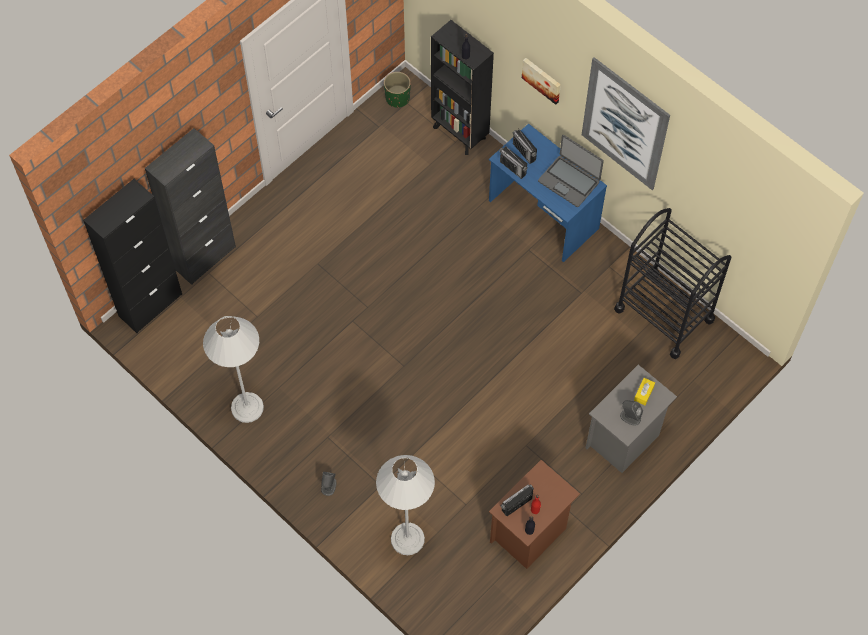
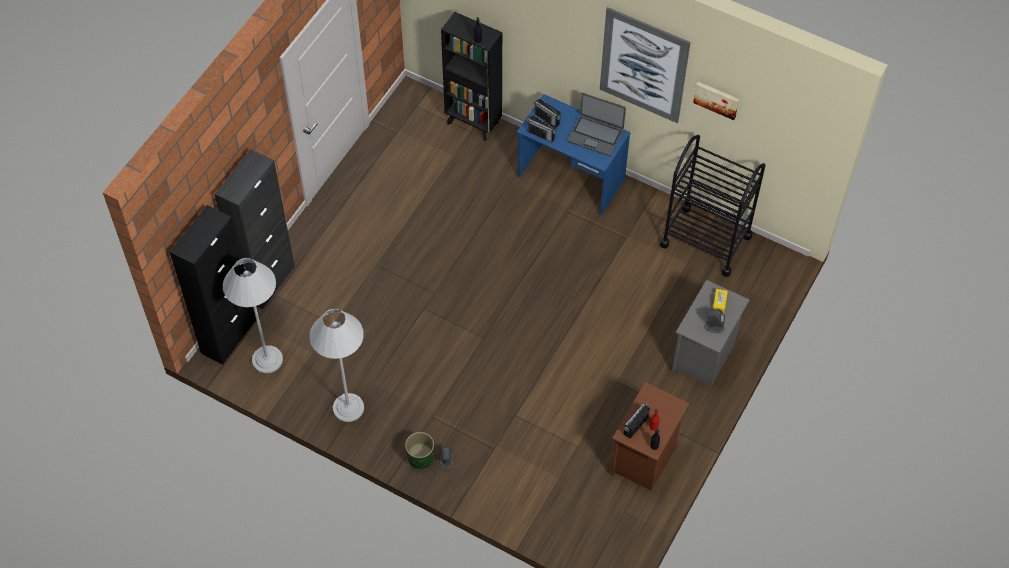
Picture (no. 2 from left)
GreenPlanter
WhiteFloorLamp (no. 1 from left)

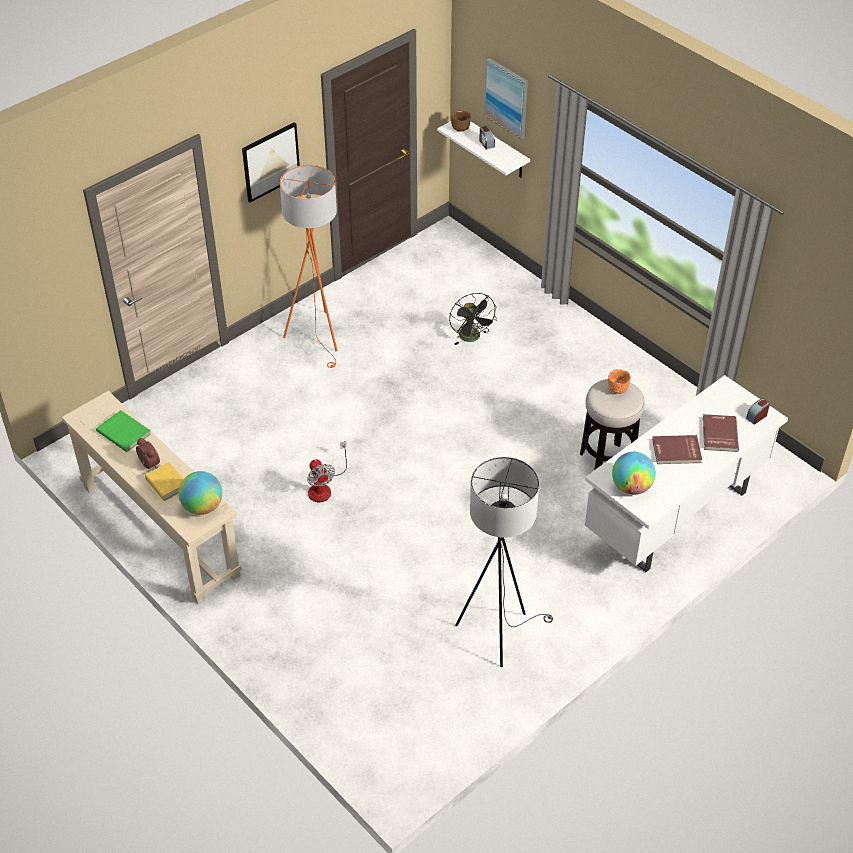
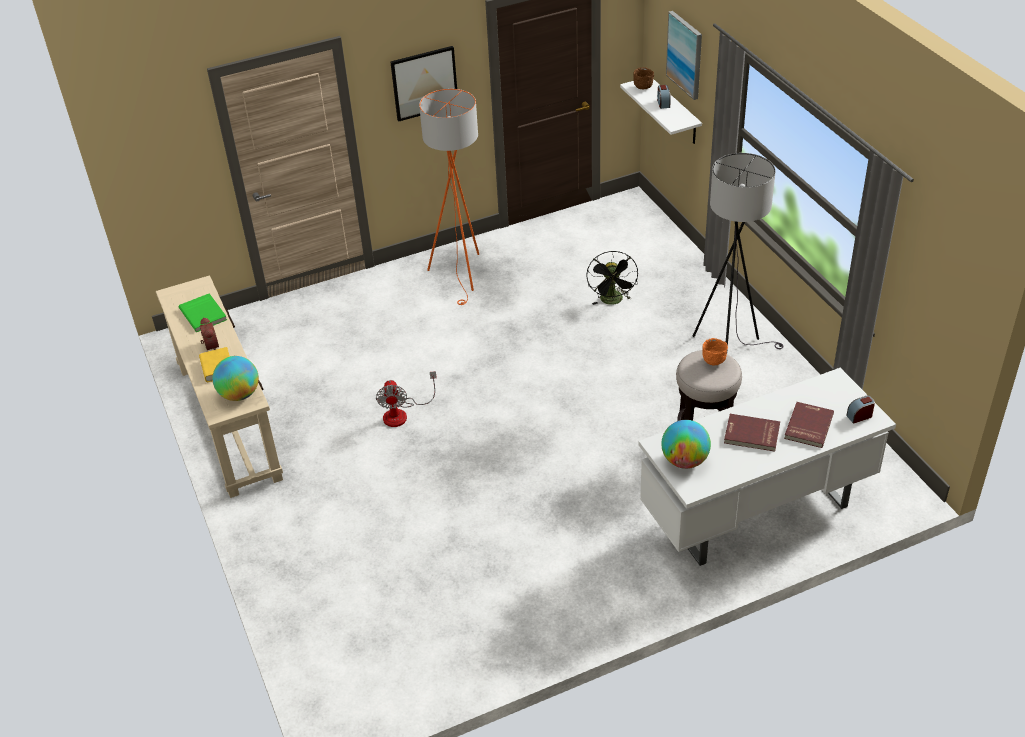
GreyFloorLamp

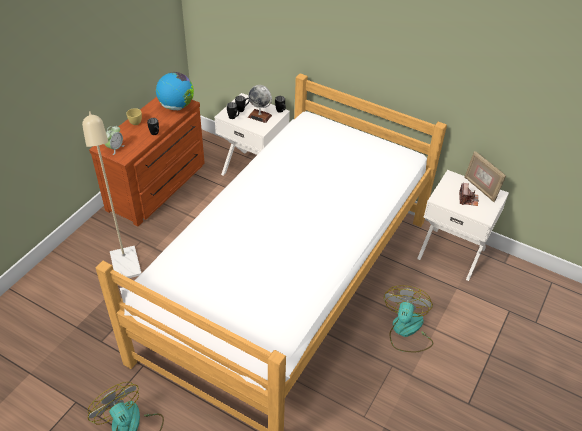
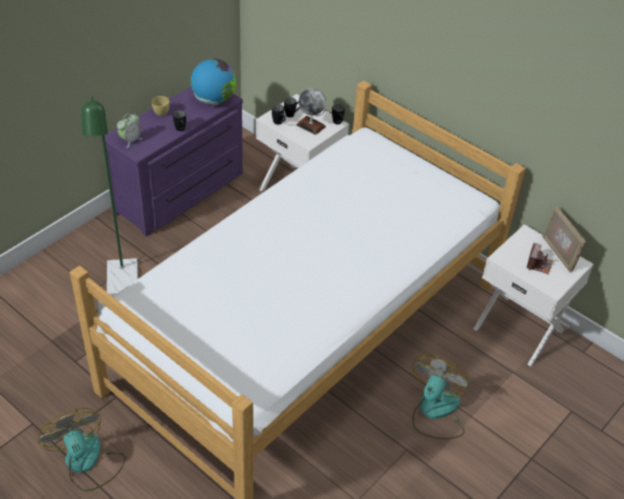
PurpleDresser
GreenFloorLamp

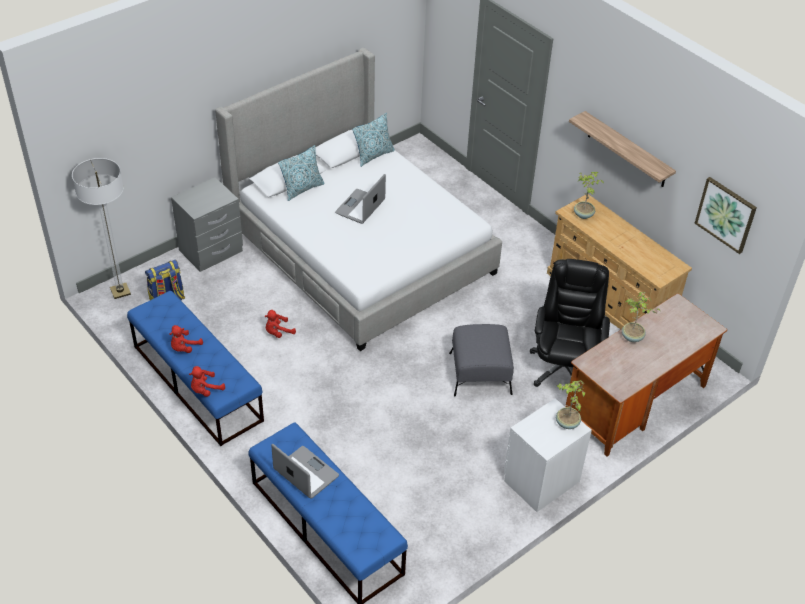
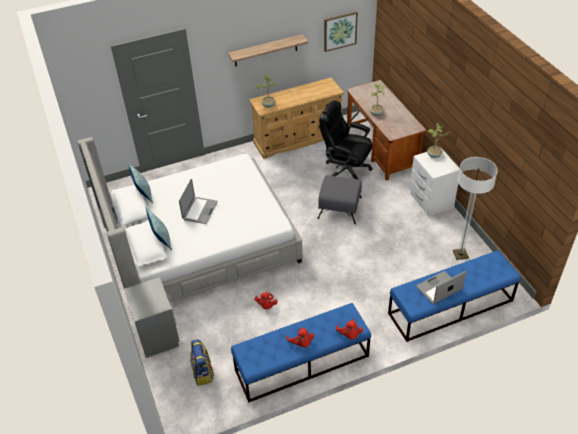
FloorLamp
Laptop (no. 1 from left)

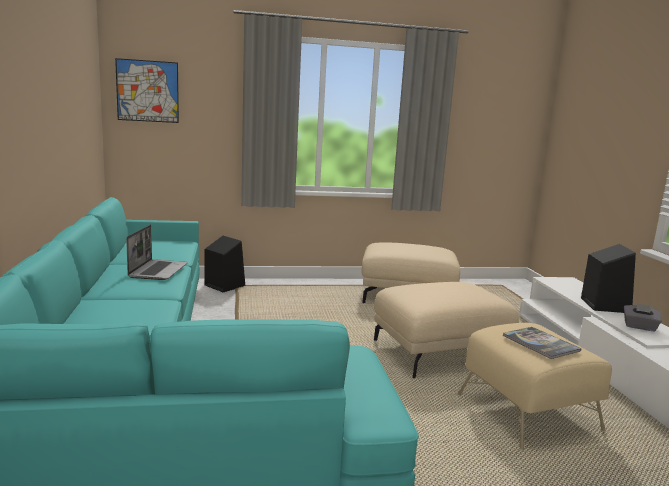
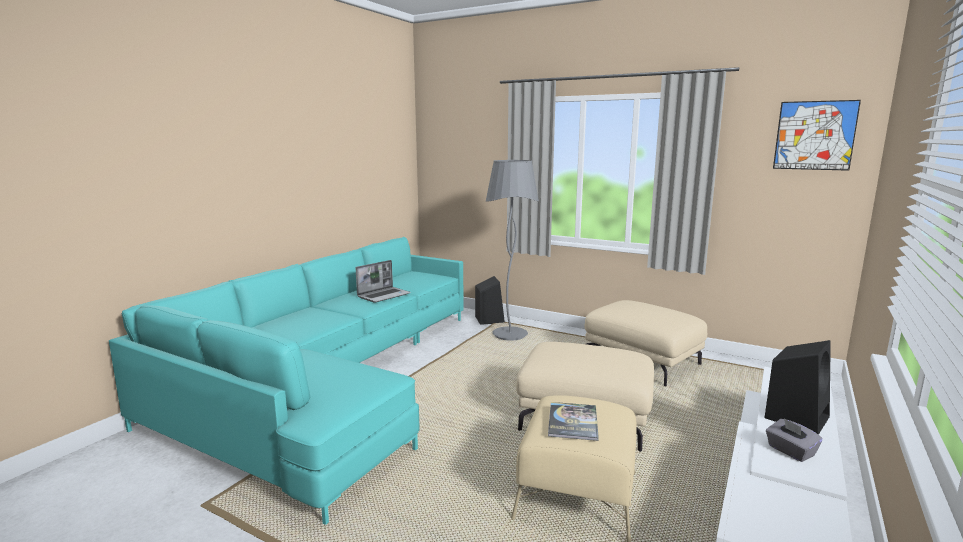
Picture
GreyFloorLamp

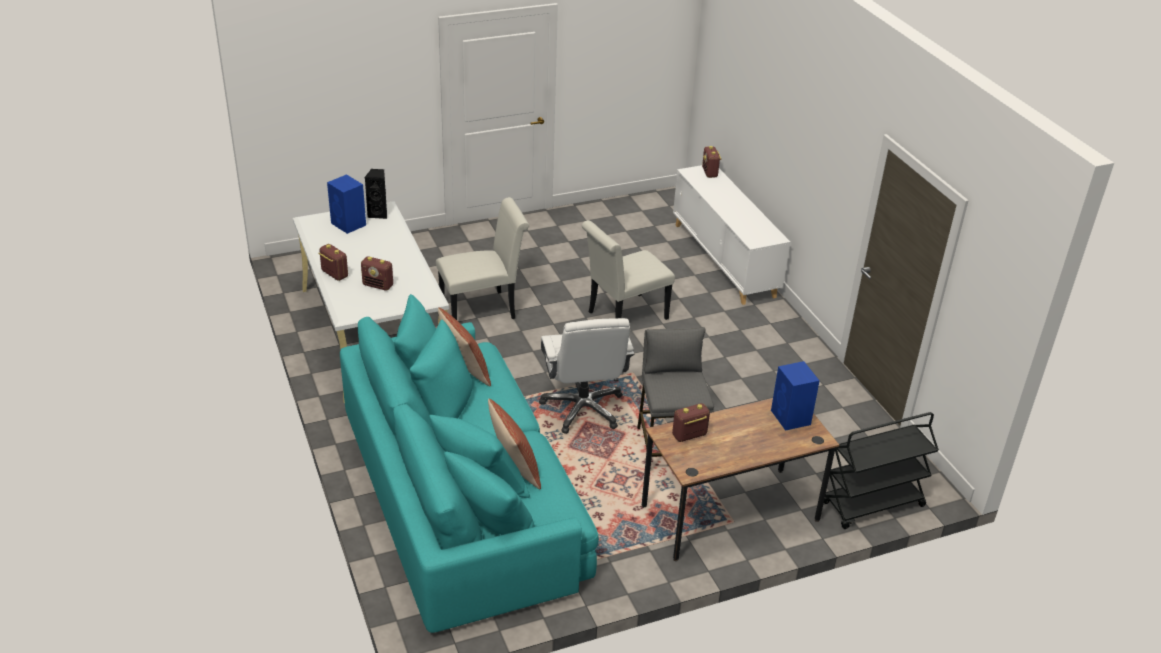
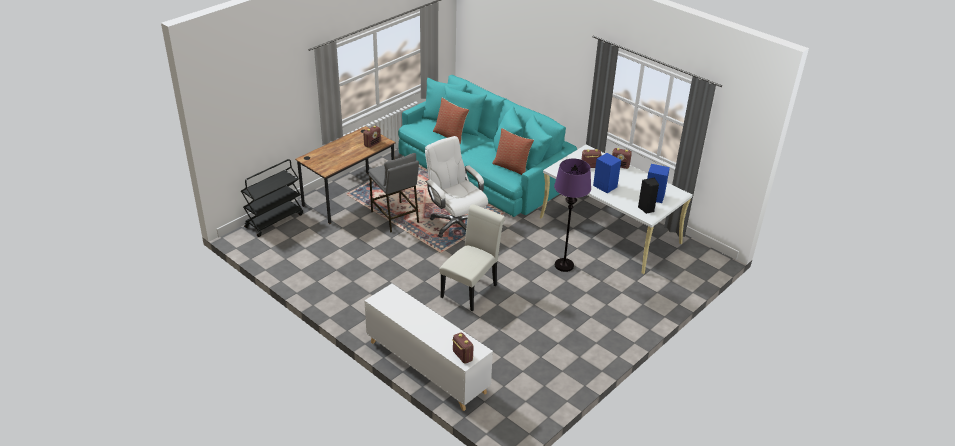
PurpleFloorLamp
BlueSpeaker (no. 1 from left)

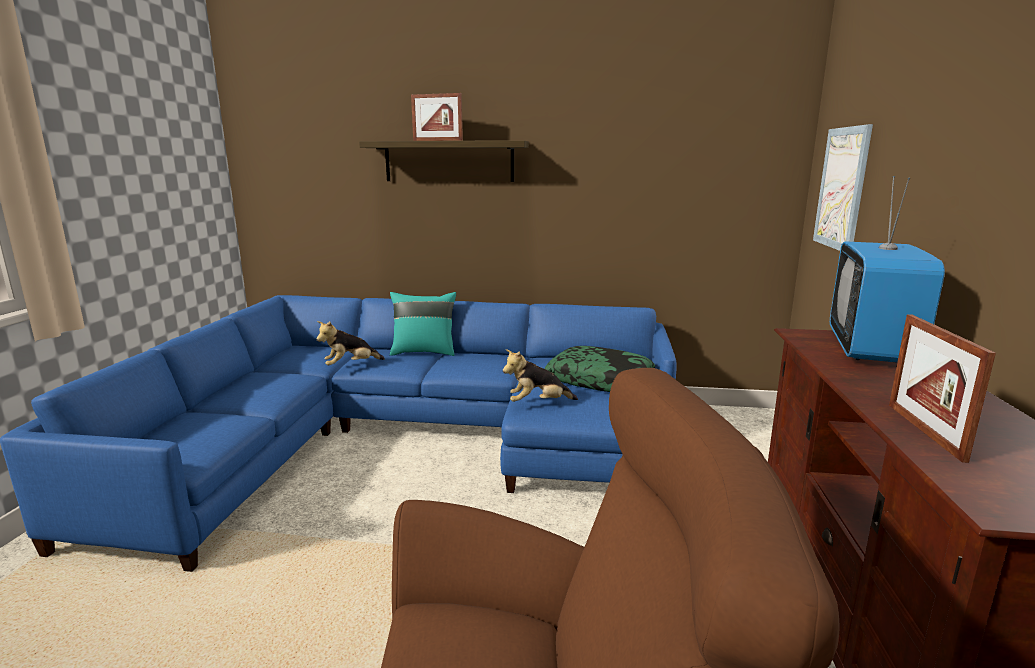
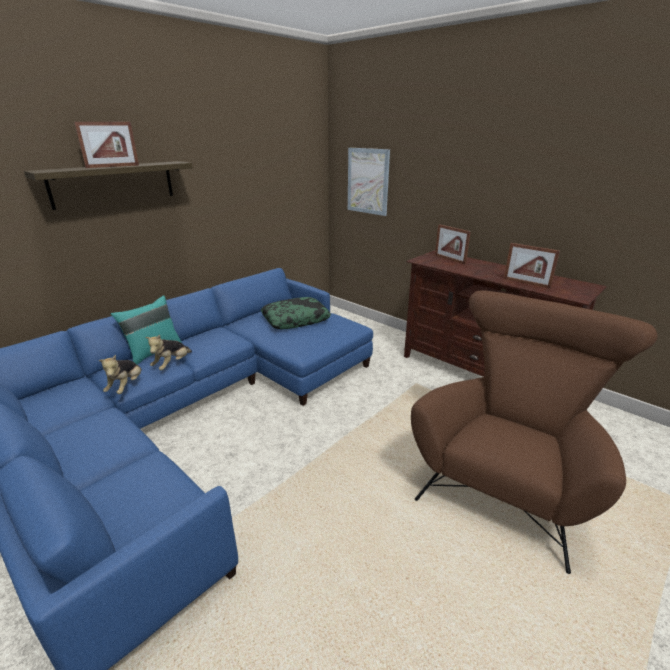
PictureFrame (no. 2 from left)
PlushToy (no. 2 from left)

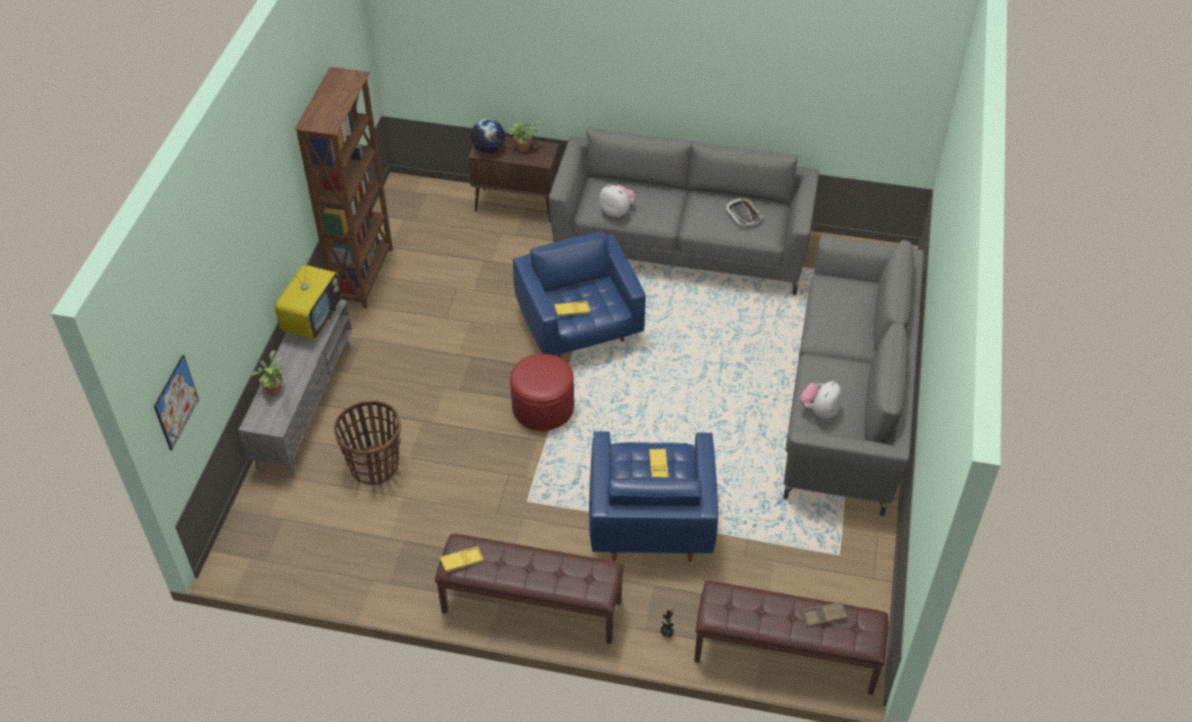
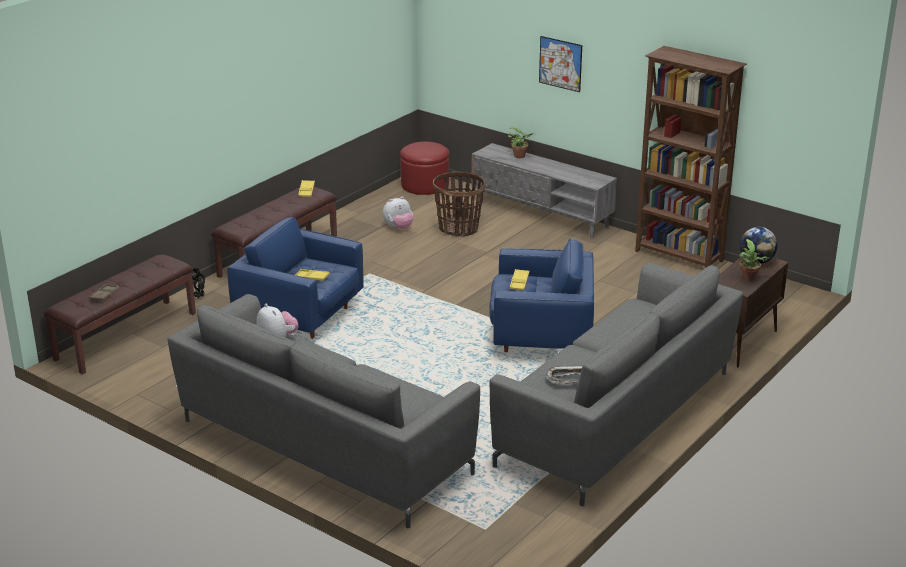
PlushToy (no. 2 from left)
Television
RedOttoman
Picture

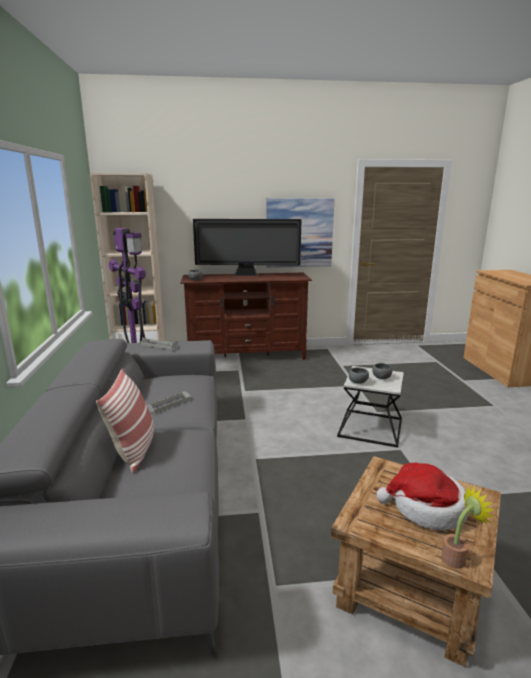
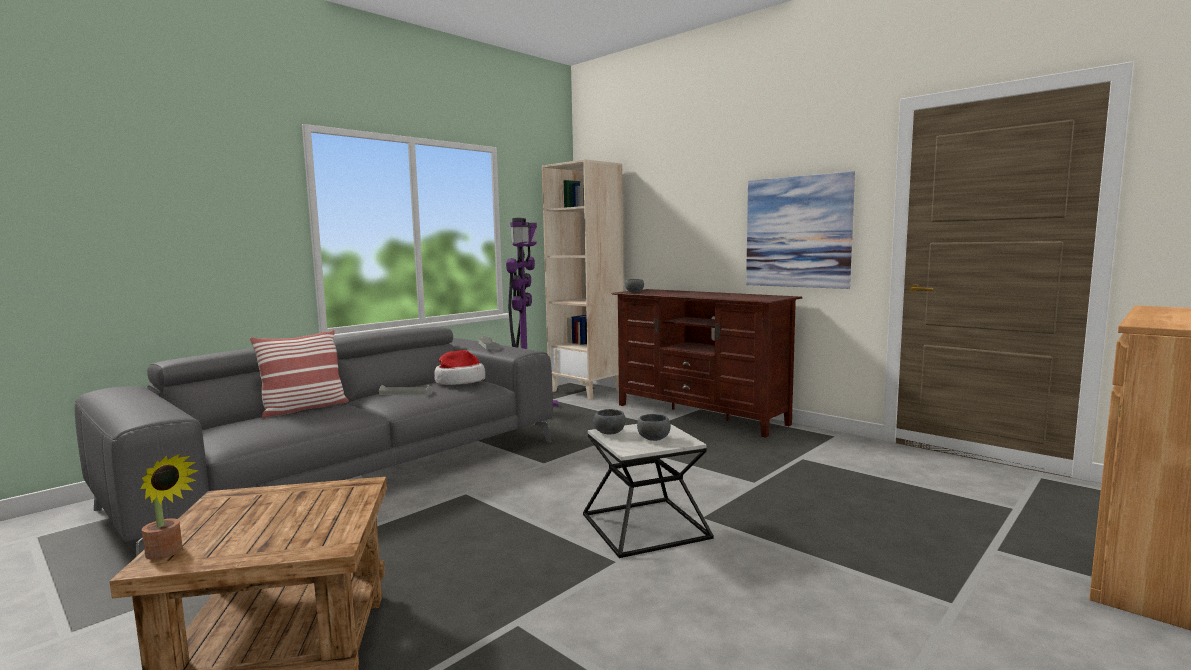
Television
Hat

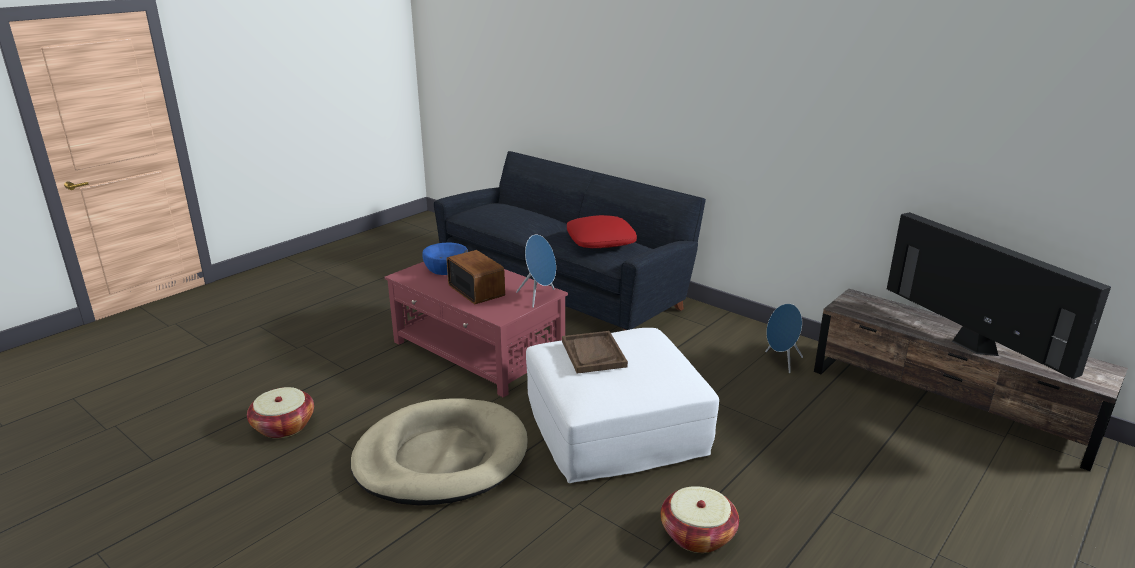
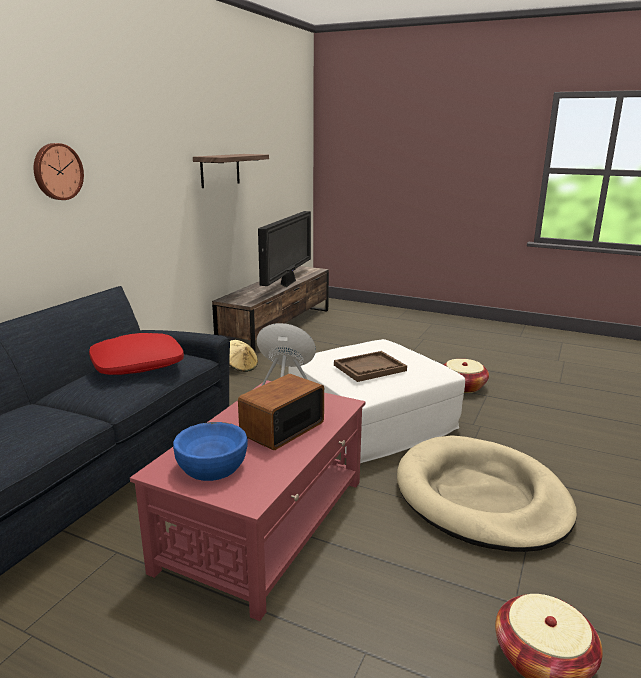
Television
BeigeHat
WallClock
Shelf

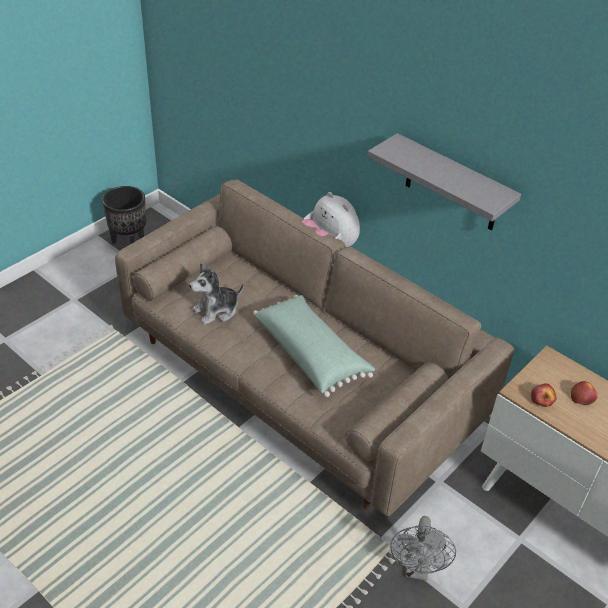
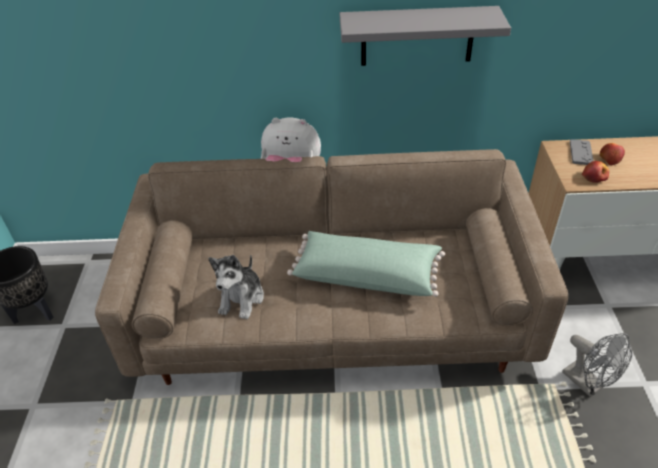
GreyGameController

